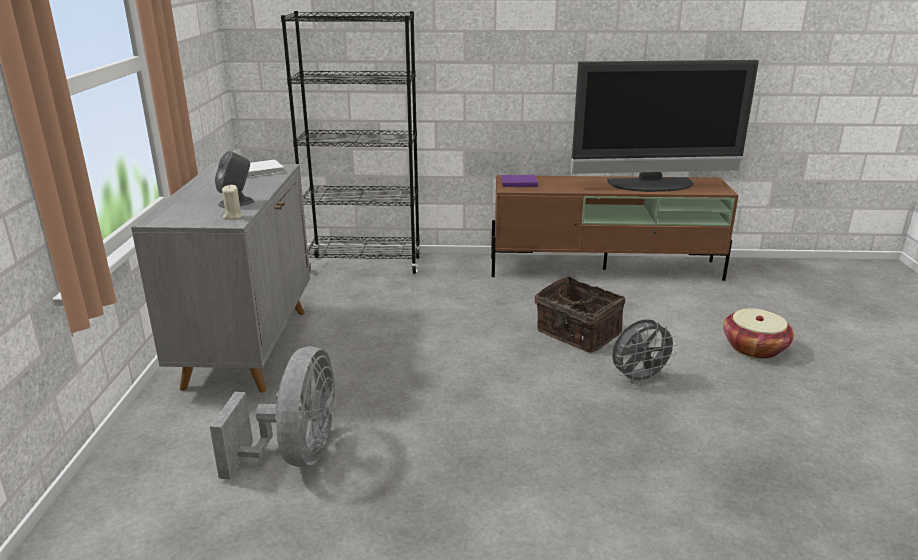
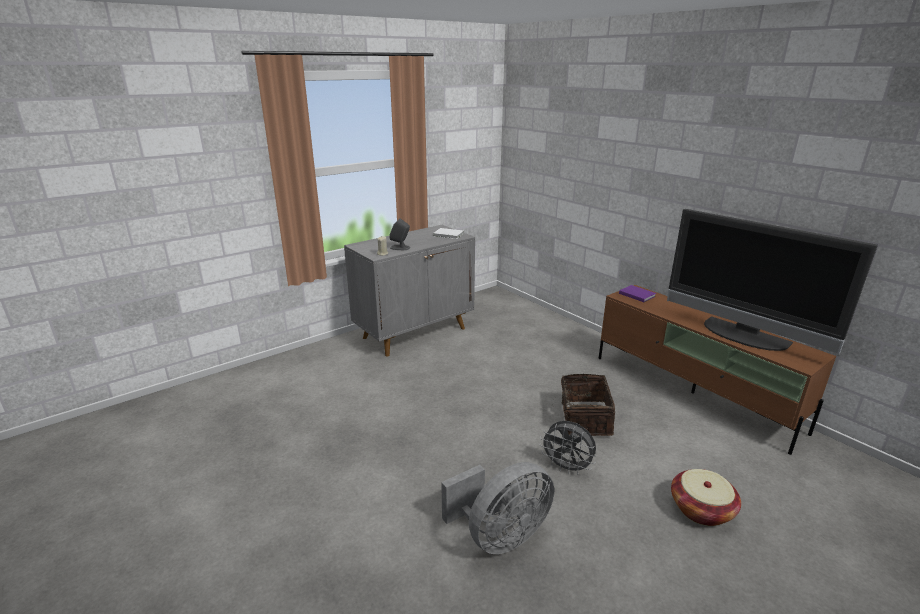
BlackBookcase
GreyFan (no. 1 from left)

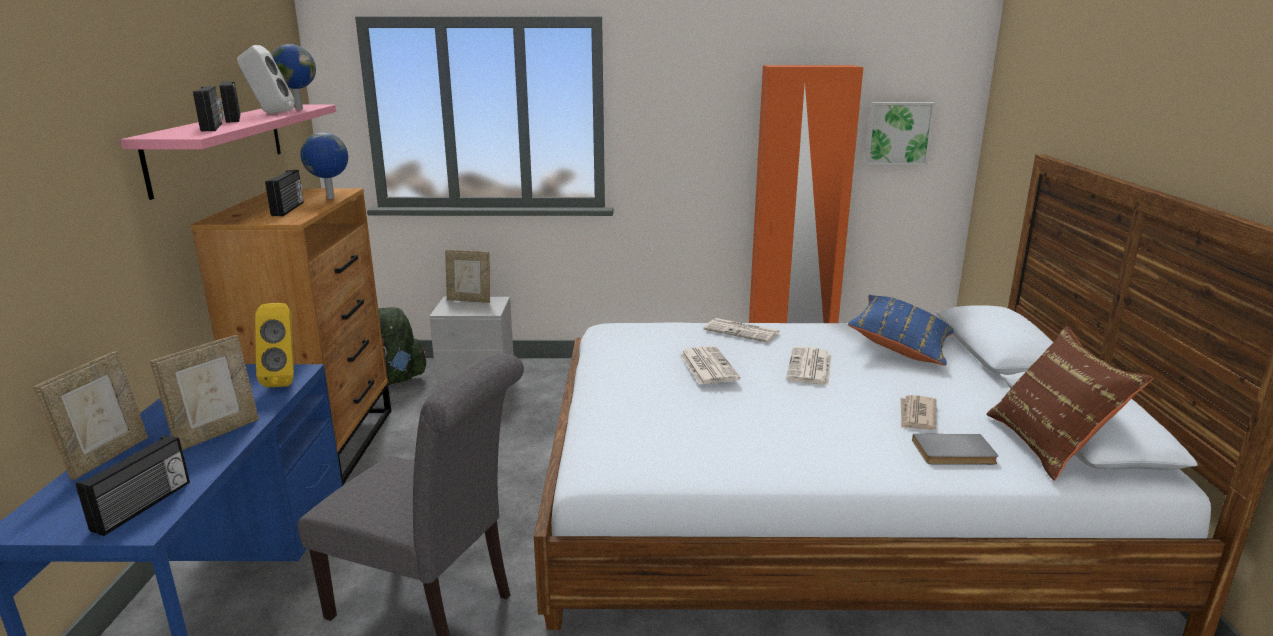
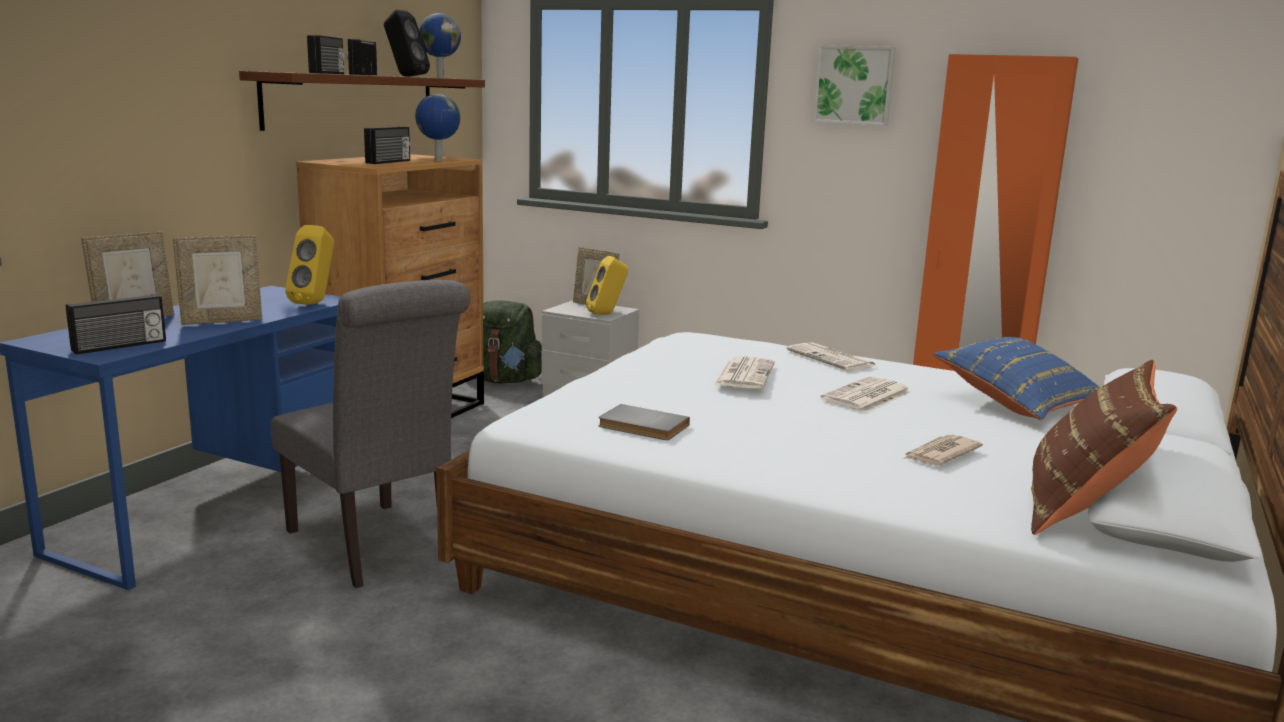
BlackSpeaker
Picture
BrownShelf
GreyBook
YellowSpeaker (no. 2 from left)

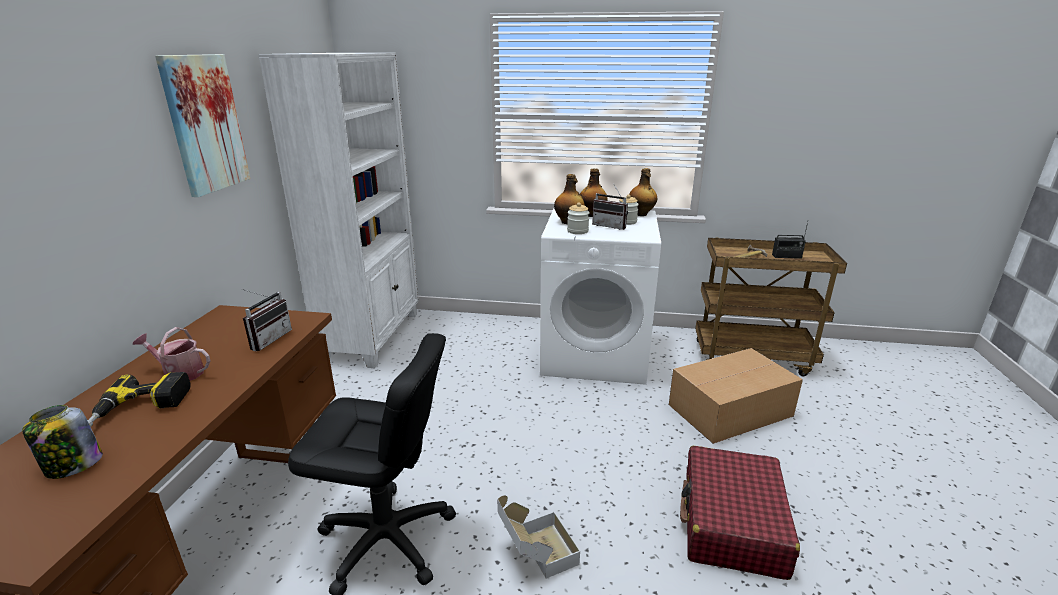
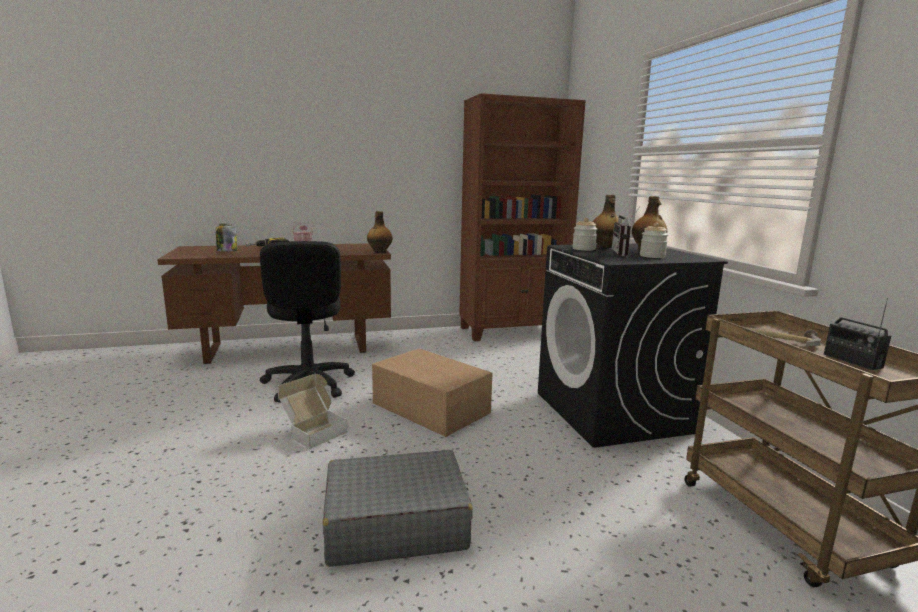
BrownBookcase
Picture
Bottle (no. 1 from left)
BlackWashingMachine
Radio (no. 1 from left in the first image)
CardboardBox (no. 2 from left)
GreySuitcase

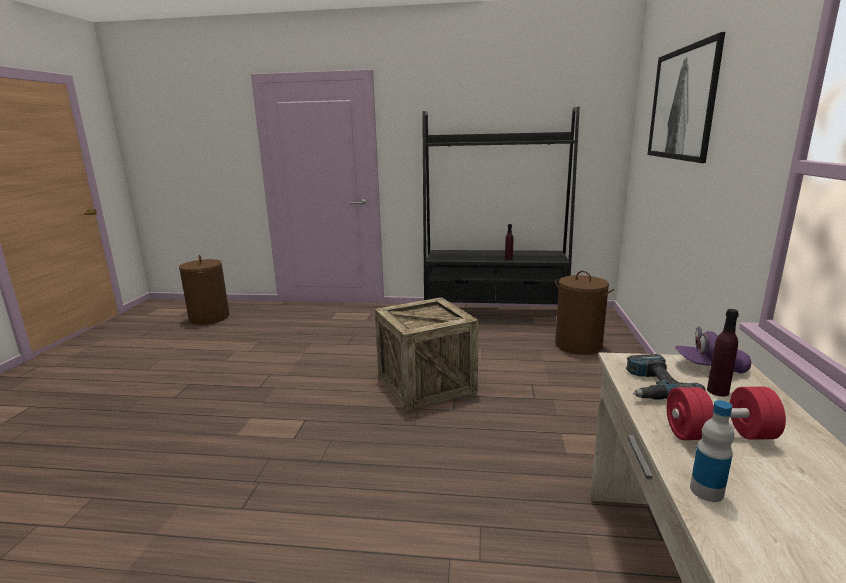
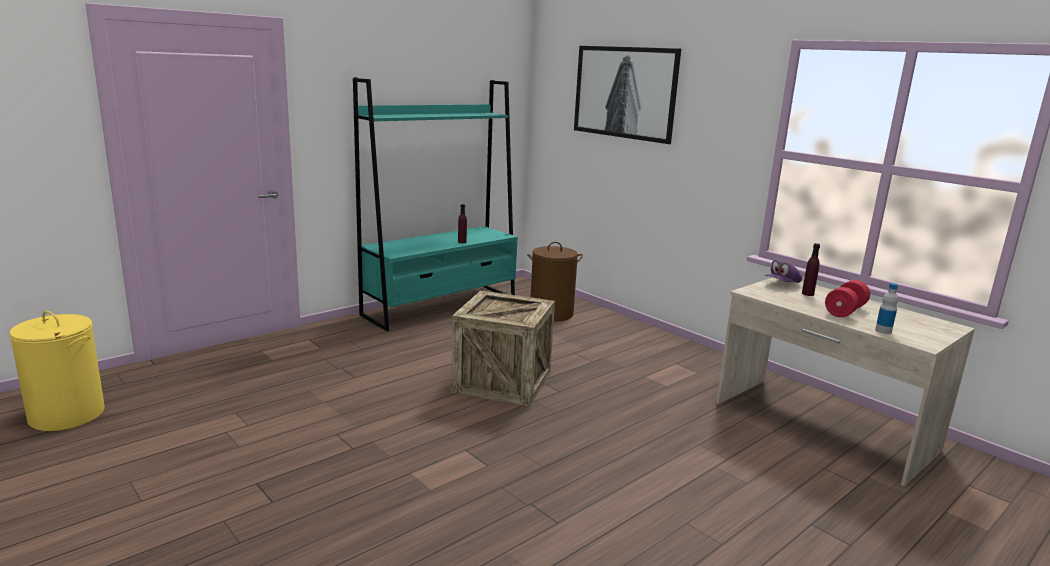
TurquoiseBookcase
YellowLaundryBasket
PowerDrill

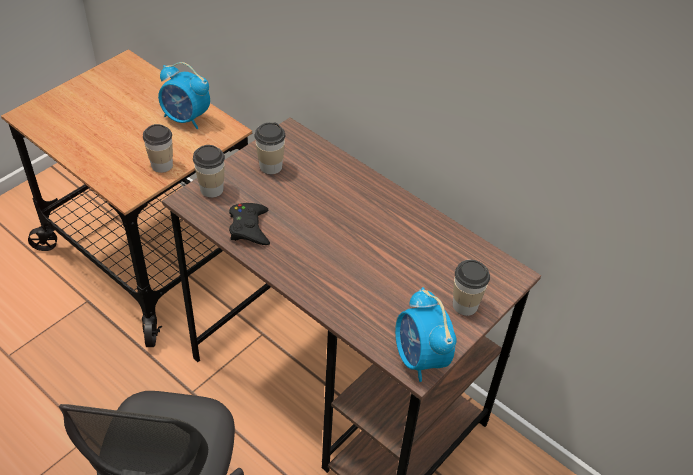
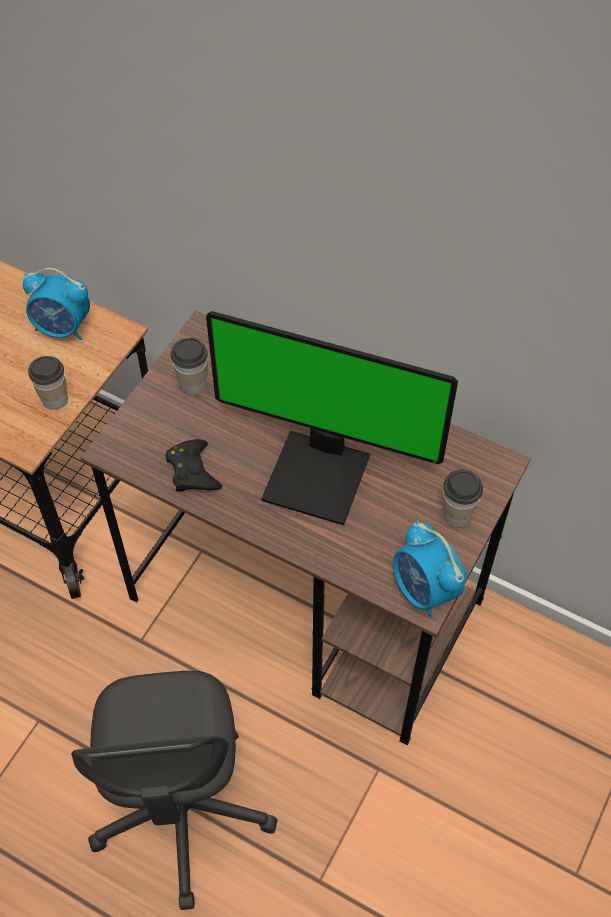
Cup (no. 2 from left in the first image)
Monitor

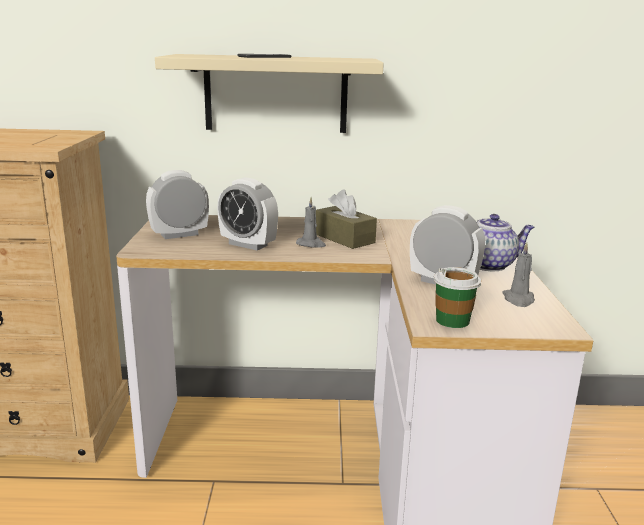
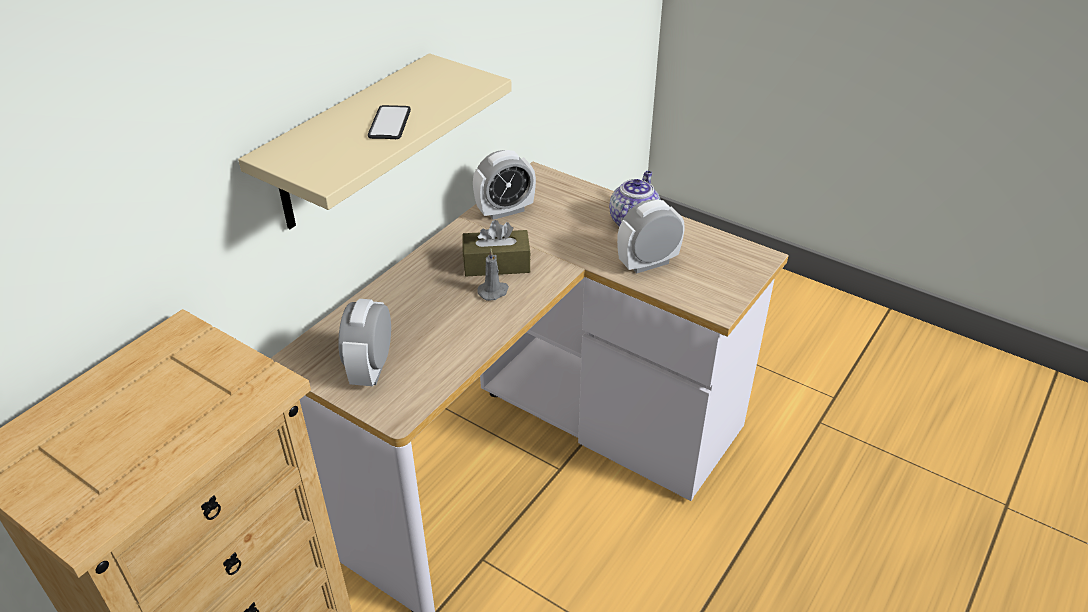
AlarmClock (no. 2 from left)
GreyCandle (no. 2 from left in the first image)
Cup

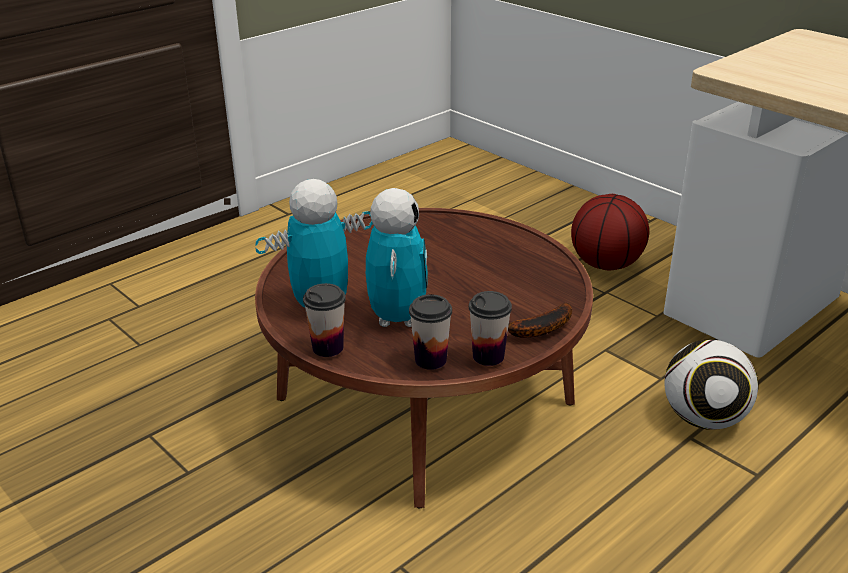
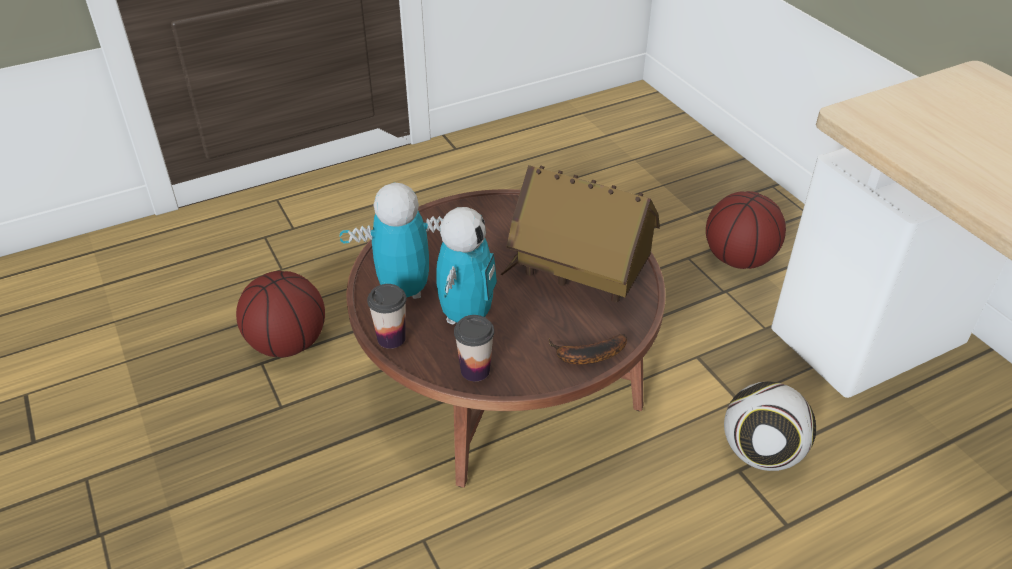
Cup (no. 3 from left in the first image)
ToyHouse
Basketball (no. 1 from left)

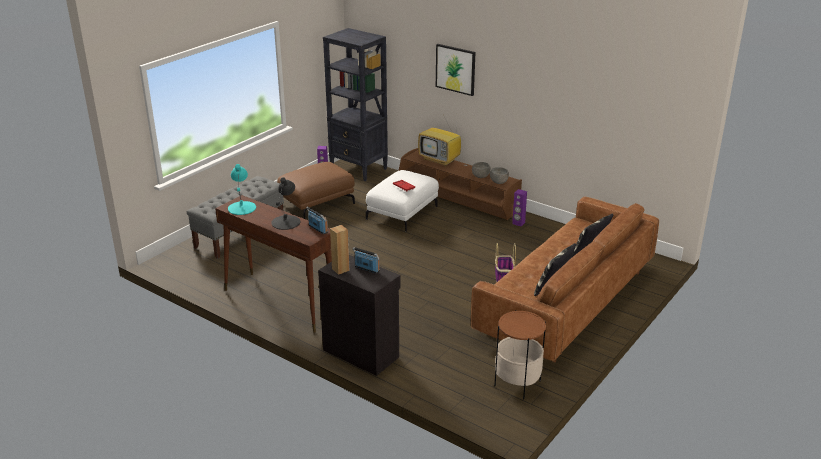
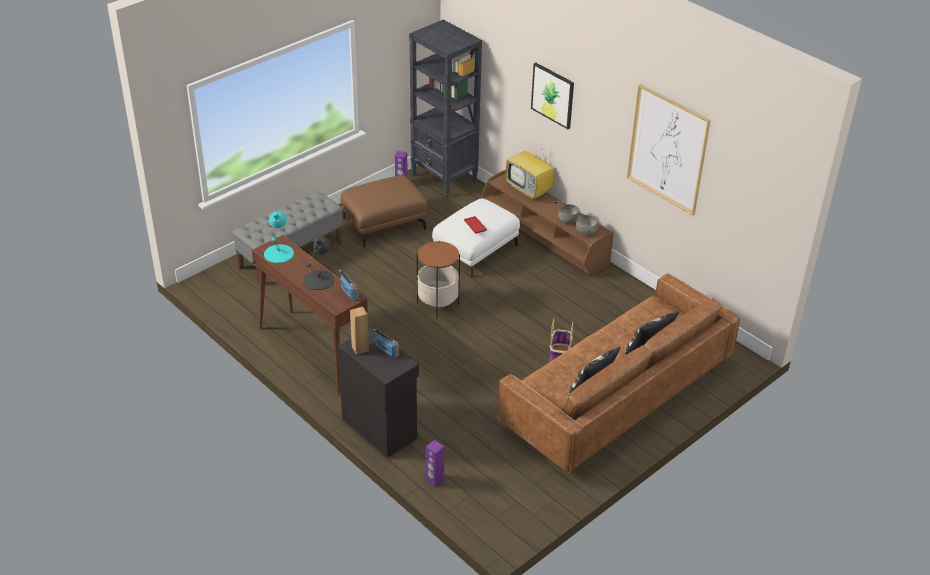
PurpleSpeaker (no. 2 from left)
SideTable
Picture (no. 2 from left)

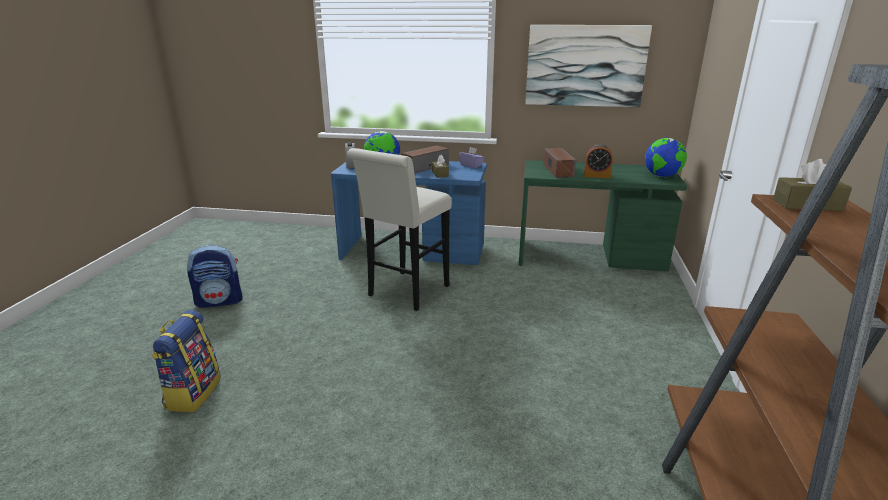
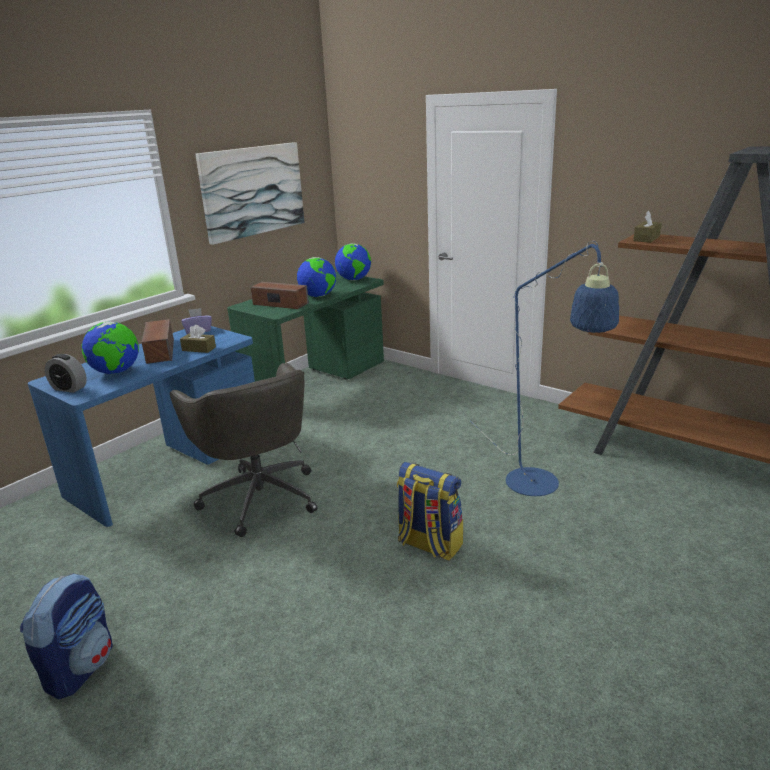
Globe (no. 2 from left)
GreyOfficeChair
Backpack (no. 2 from left)
BlueFloorLamp

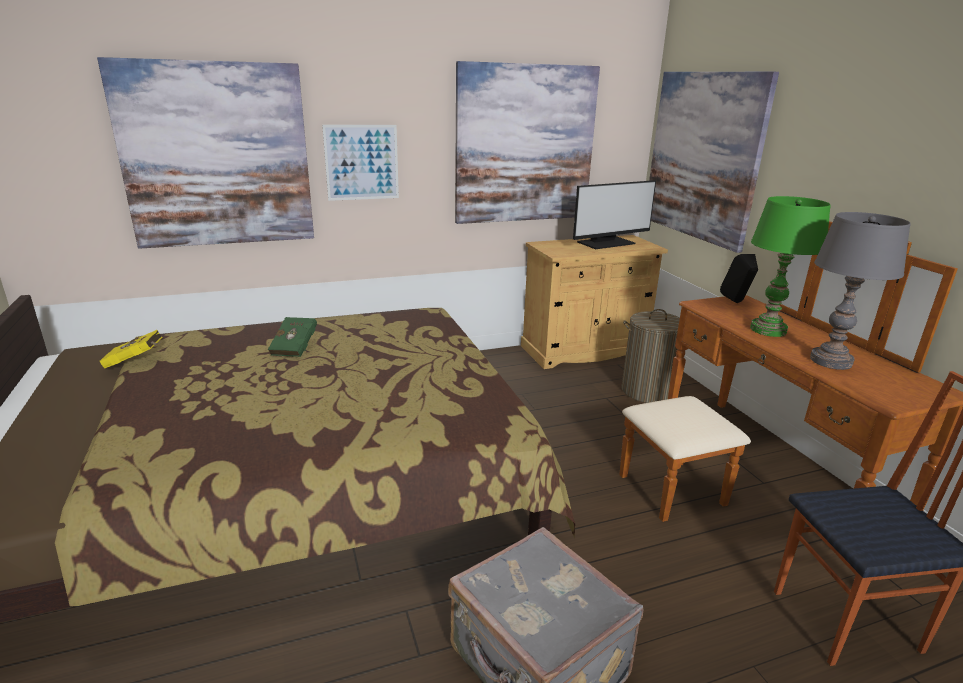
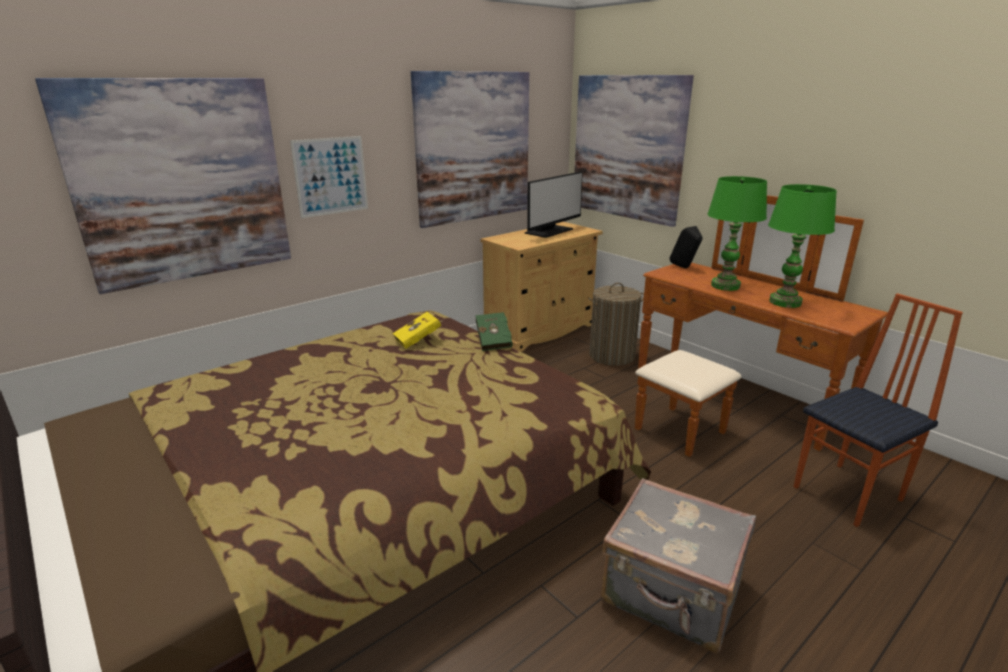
GreenTableLamp (no. 2 from left)
GreenBook
YellowBook

